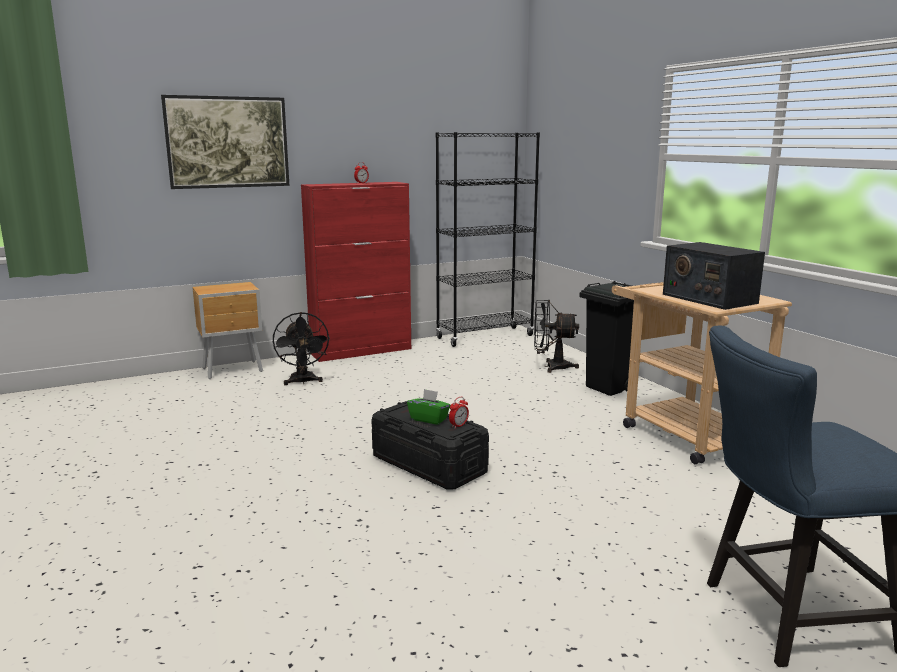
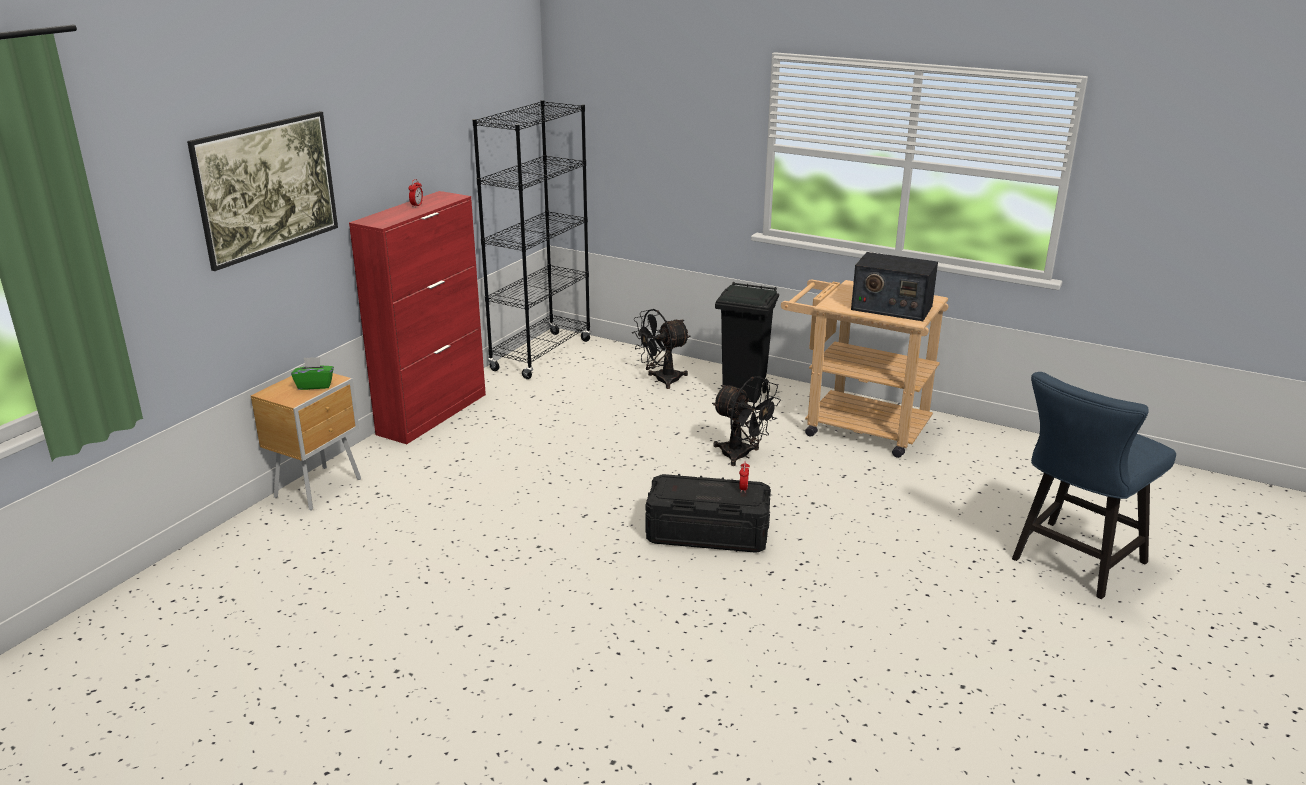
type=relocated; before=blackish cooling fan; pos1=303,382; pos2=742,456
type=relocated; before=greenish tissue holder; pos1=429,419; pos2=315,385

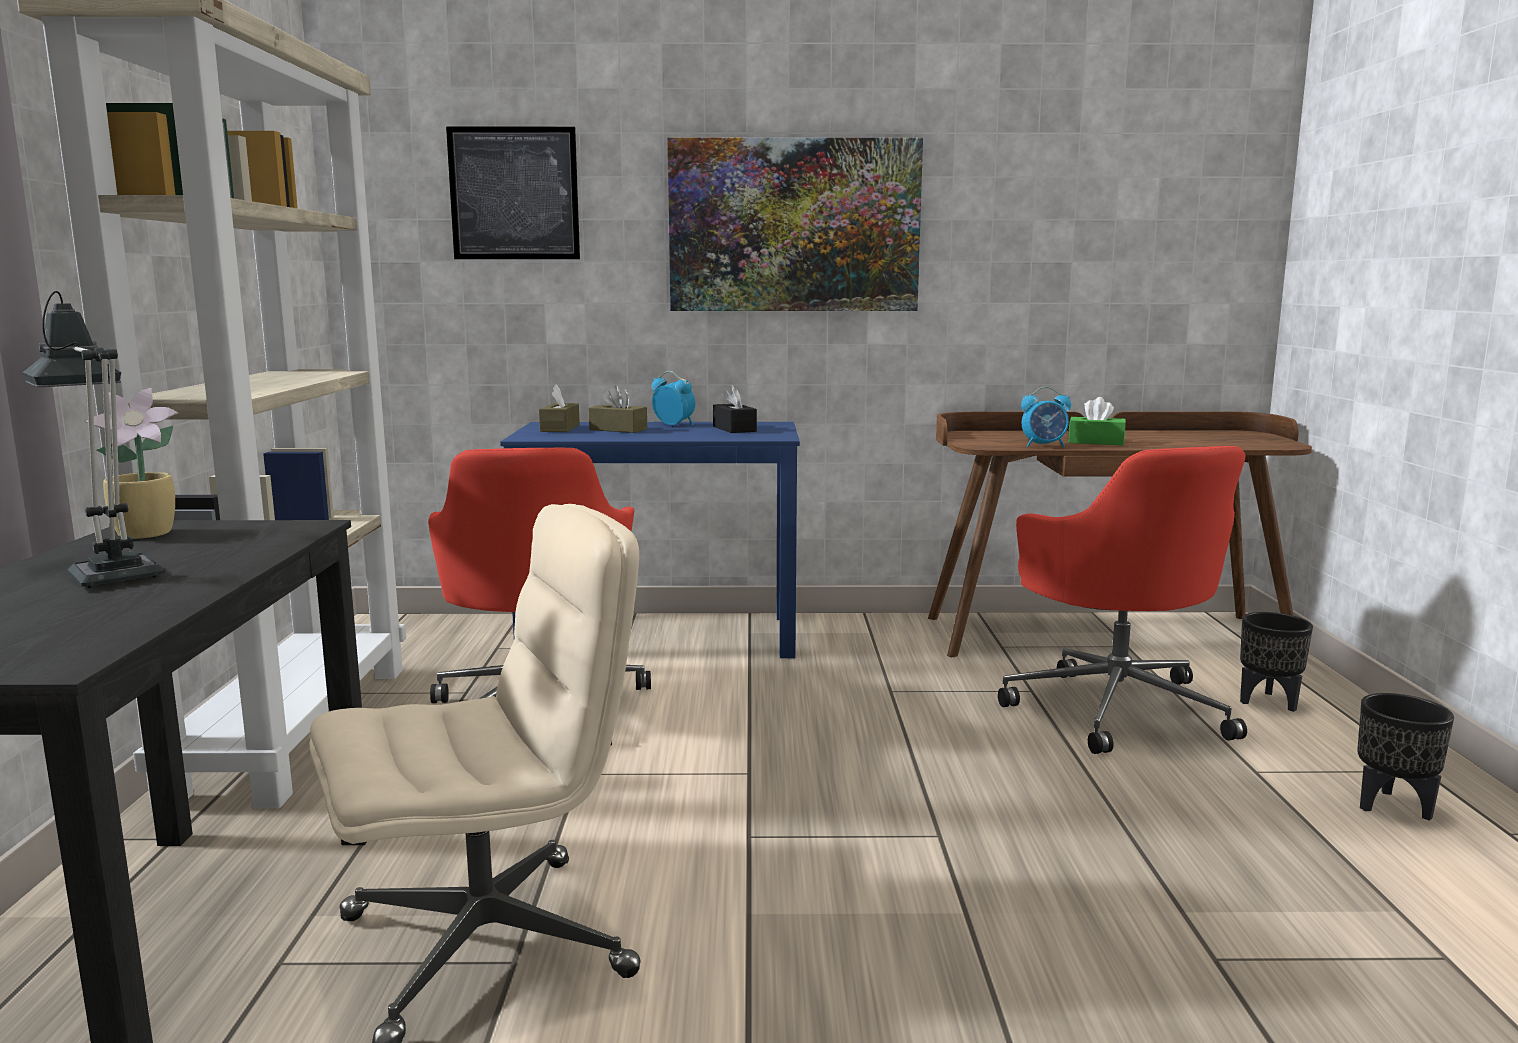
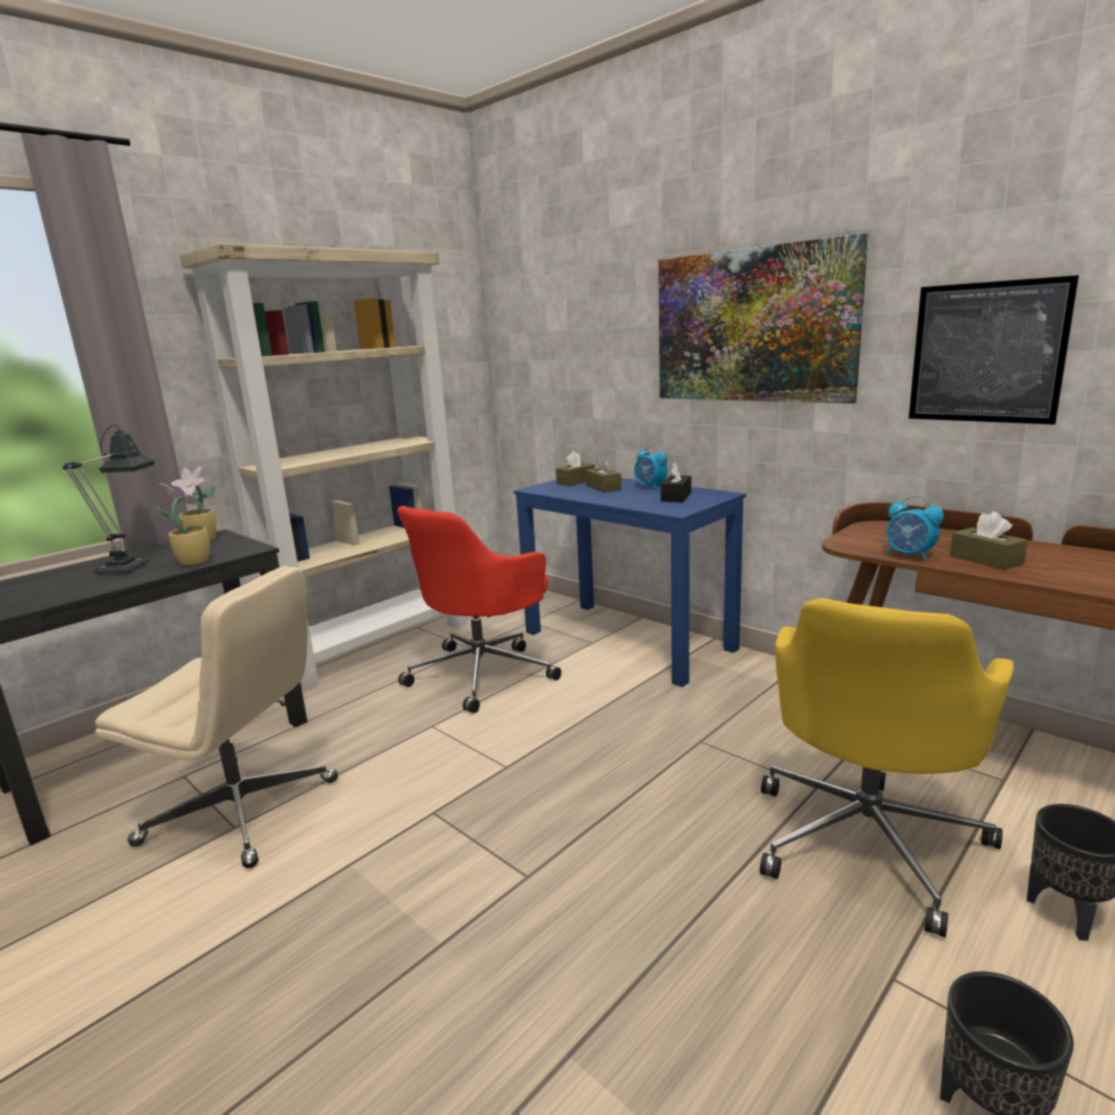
type=relocated; before=wall picture; pos1=514,194; pos2=986,353
type=spun; before=bedside clock; pos1=674,425; pos2=650,487; turn=150
type=colour; before=red-coloured office chair; after=yellowish office chair; pos1=1116,707; pos2=868,839
type=colour; before=greenish tissue holder; after=brown-coloured tissue holder; pos1=1096,442; pos2=986,560
type=appeared; after=houseplant; pos2=194,561

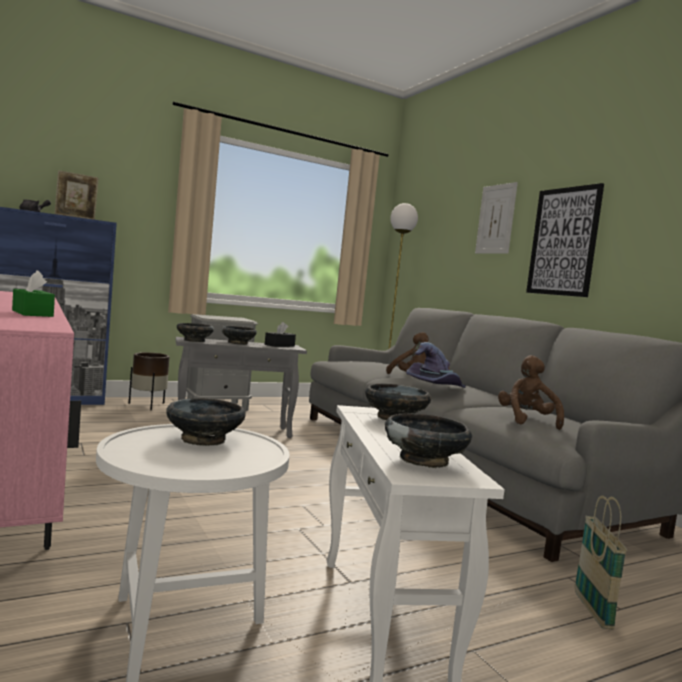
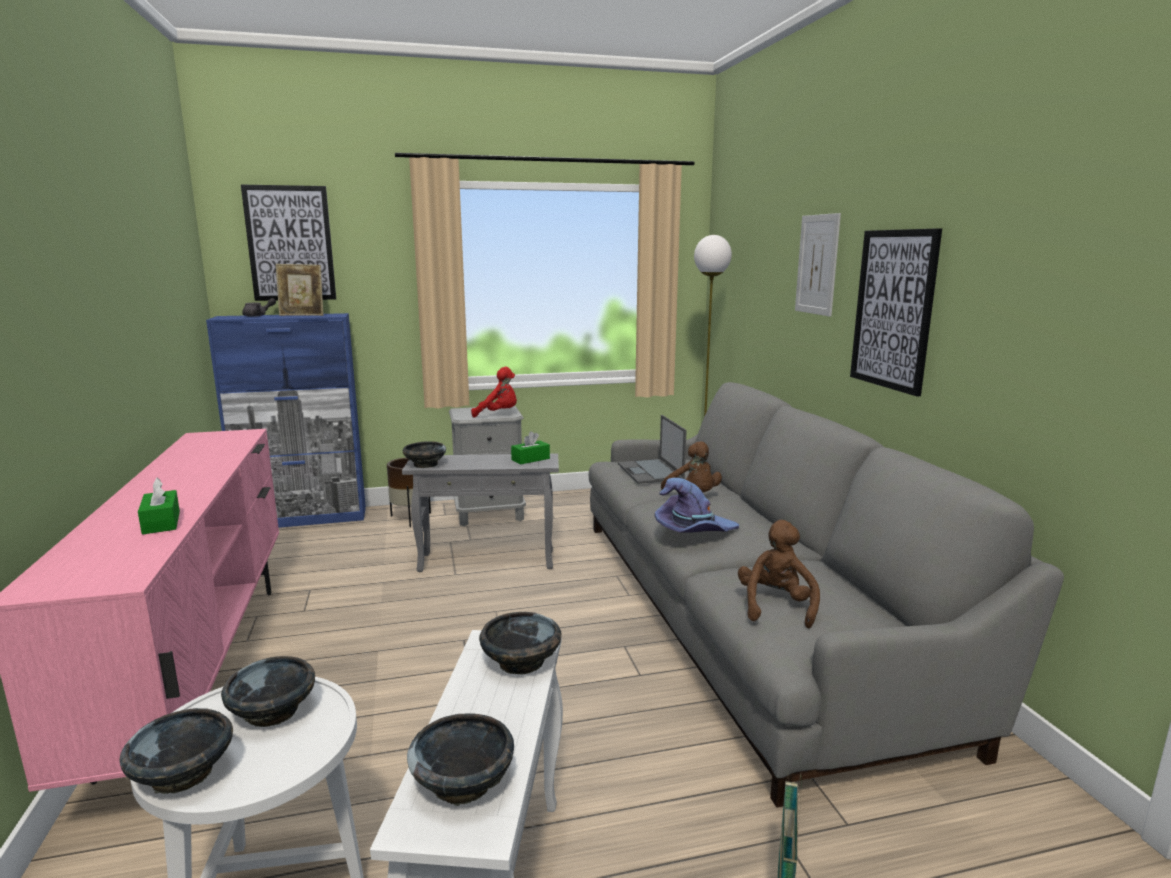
type=relocated; before=blackish deep dish; pos1=238,343; pos2=183,774
type=colour; before=blackish tissue holder; after=greenish tissue holder; pos1=279,345; pos2=530,459
type=appeared; after=wall picture; pos2=290,243
type=appeared; after=red-coloured plush toy; pos2=498,414
type=appeared; after=notebook computer; pos2=651,472

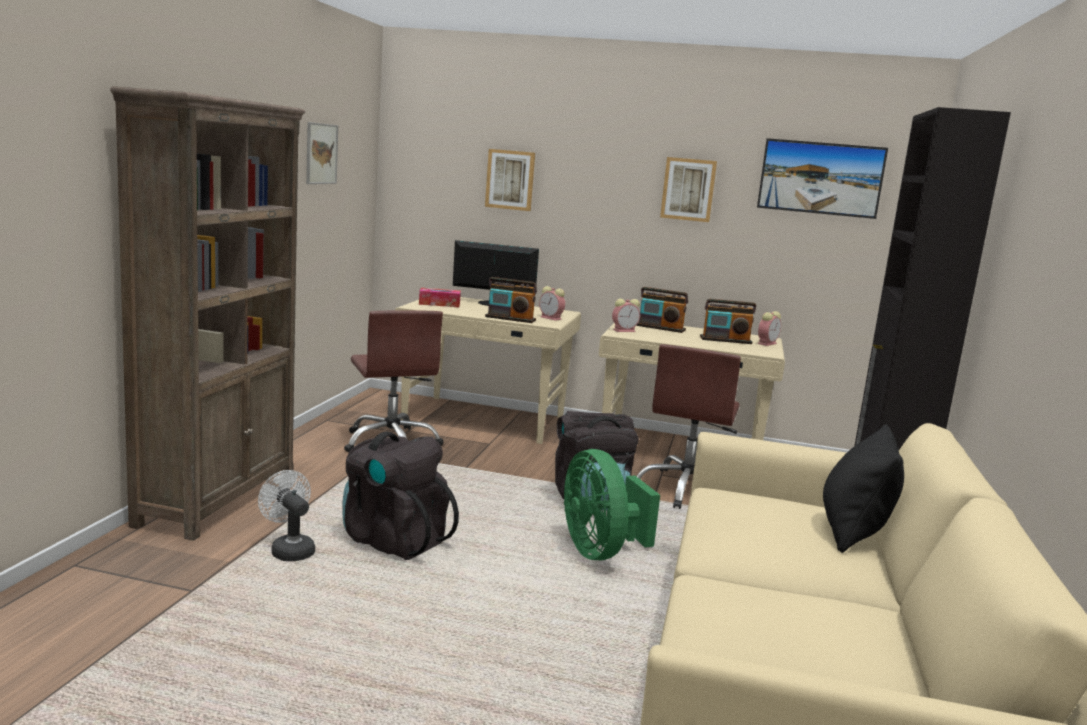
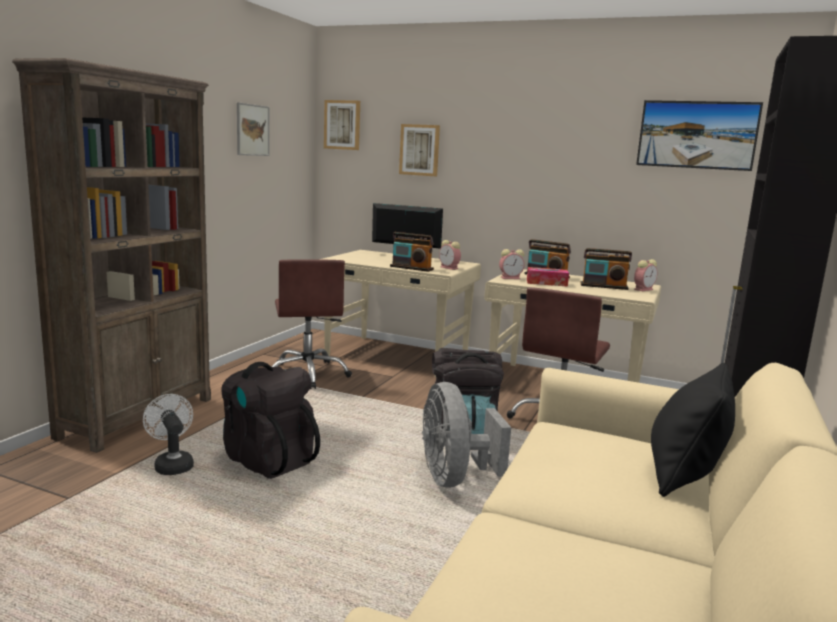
type=relocated; before=tissue holder; pos1=439,304; pos2=546,283
type=colour; before=greenish cooling fan; after=gray cooling fan; pos1=600,551; pos2=454,478
type=relocated; before=wall picture; pos1=688,189; pos2=342,125

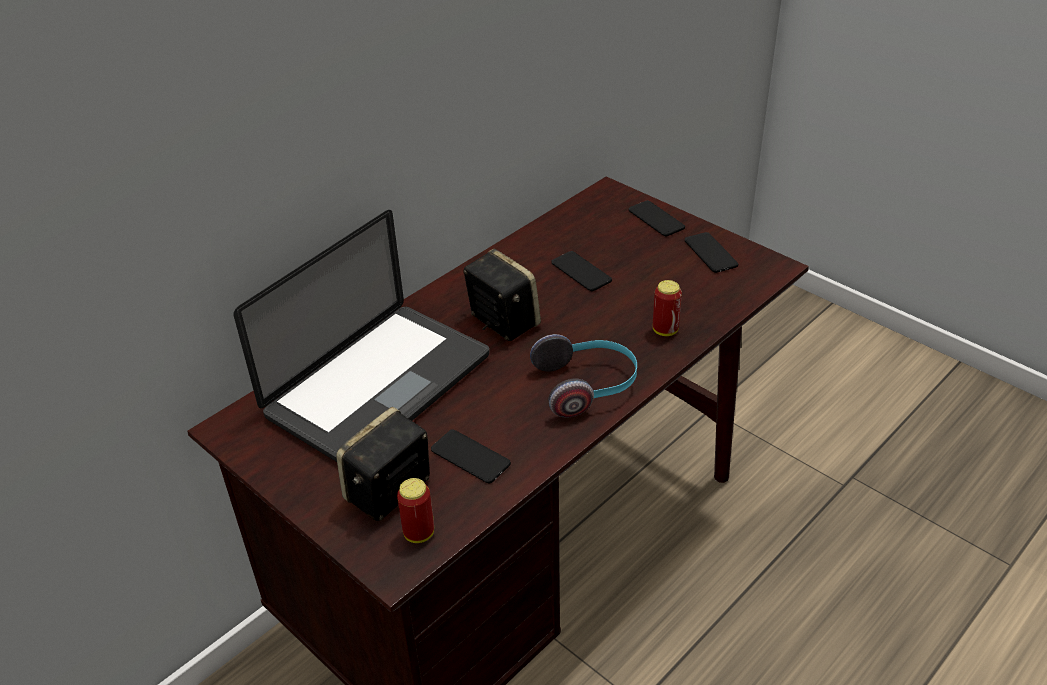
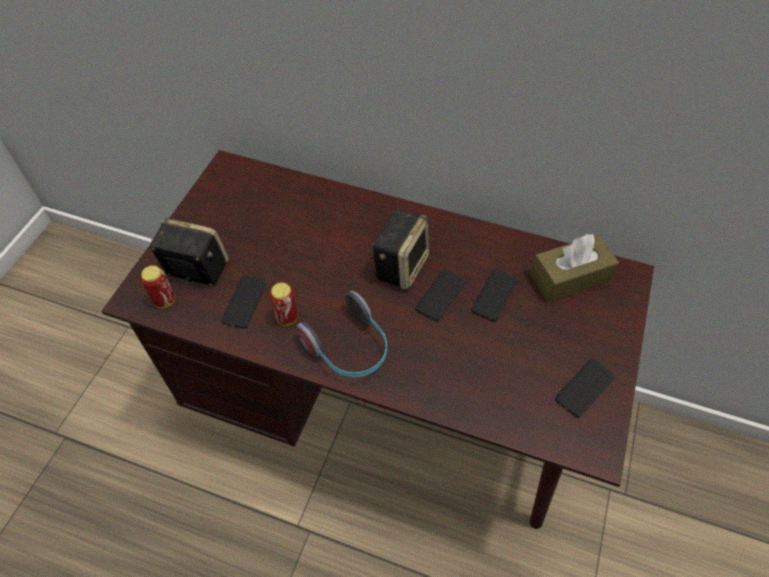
type=missing; before=notebook computer; pos1=379,386
type=relocated; before=telephone; pos1=656,219; pos2=441,295
type=relocated; before=sealed can; pos1=665,330; pos2=287,318
type=appeared; after=brown-coloured tissue holder; pos2=569,277

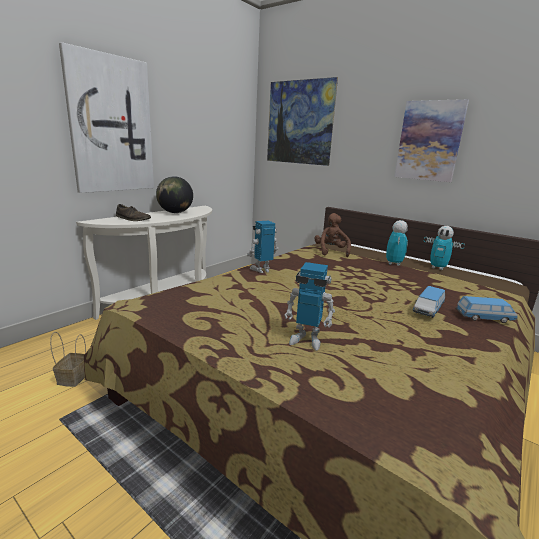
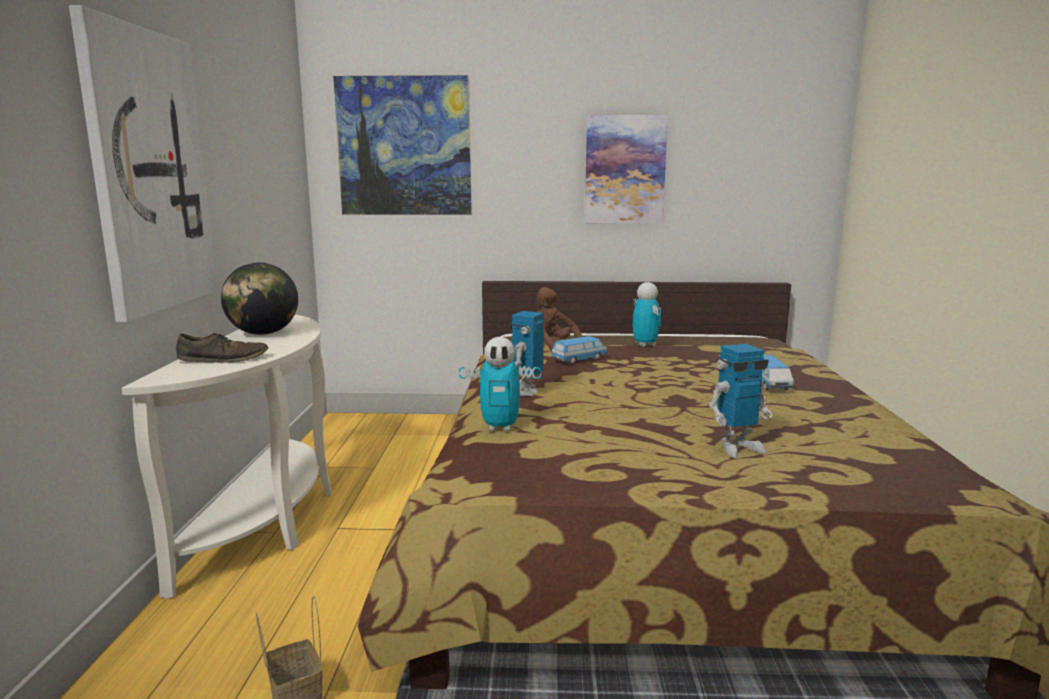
type=relocated; before=toy robot; pos1=437,268; pos2=500,428
type=relocated; before=toy car; pos1=484,318; pos2=579,359

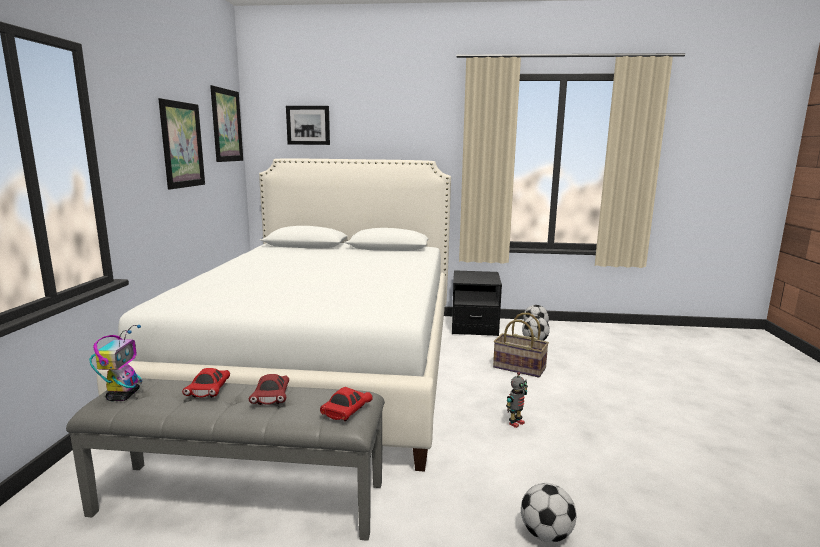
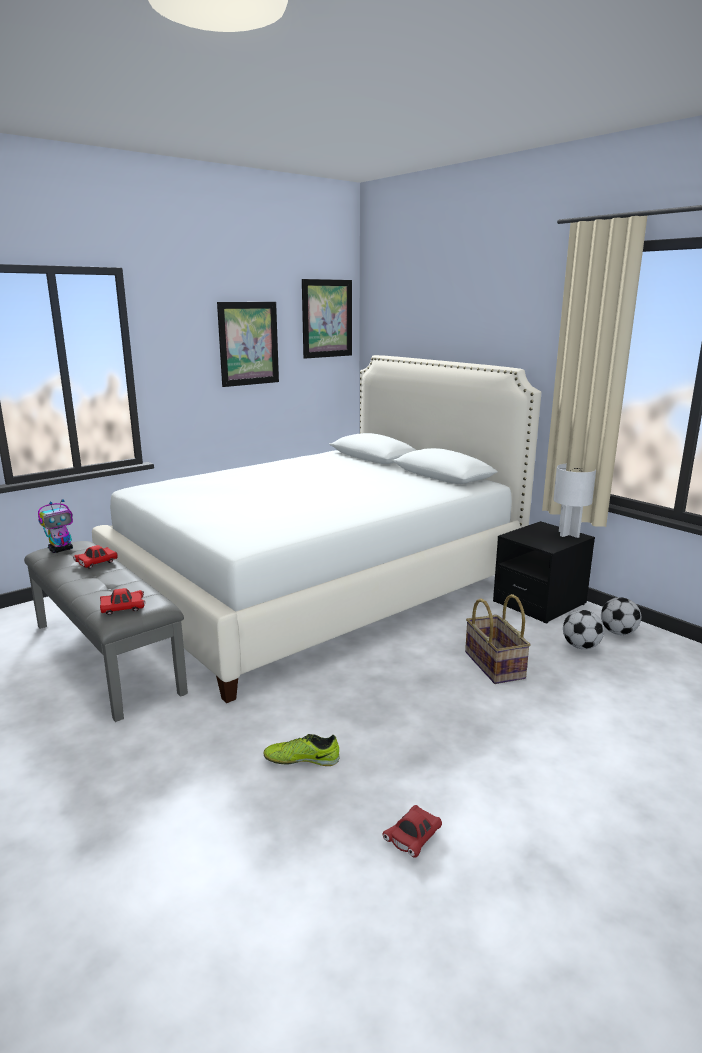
type=relocated; before=red-coloured toy car; pos1=271,397; pos2=413,838
type=missing; before=wall picture; pos1=308,125
type=missing; before=toy robot; pos1=515,423
type=missing; before=football ball; pos1=546,534
type=appeared; after=low shoe; pos2=302,759
type=appeared; after=whitish tabletop lamp; pos2=568,534

